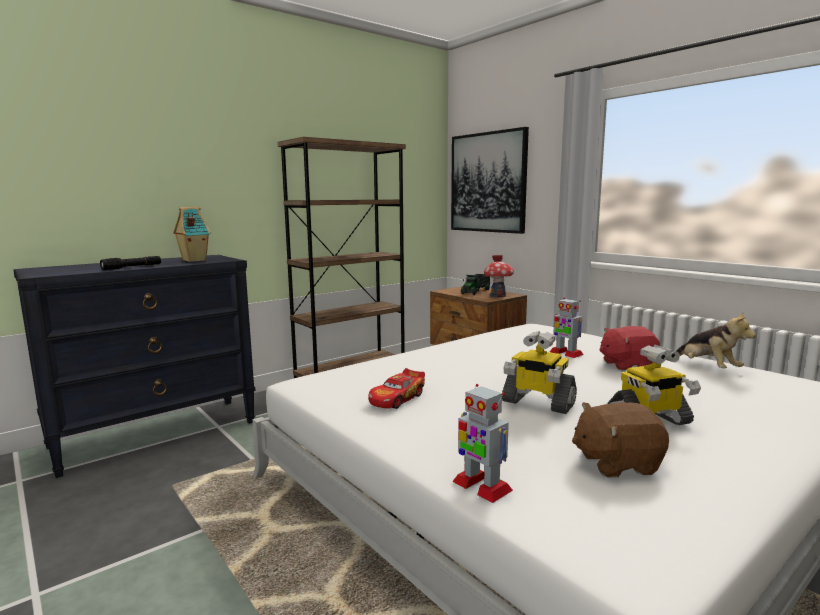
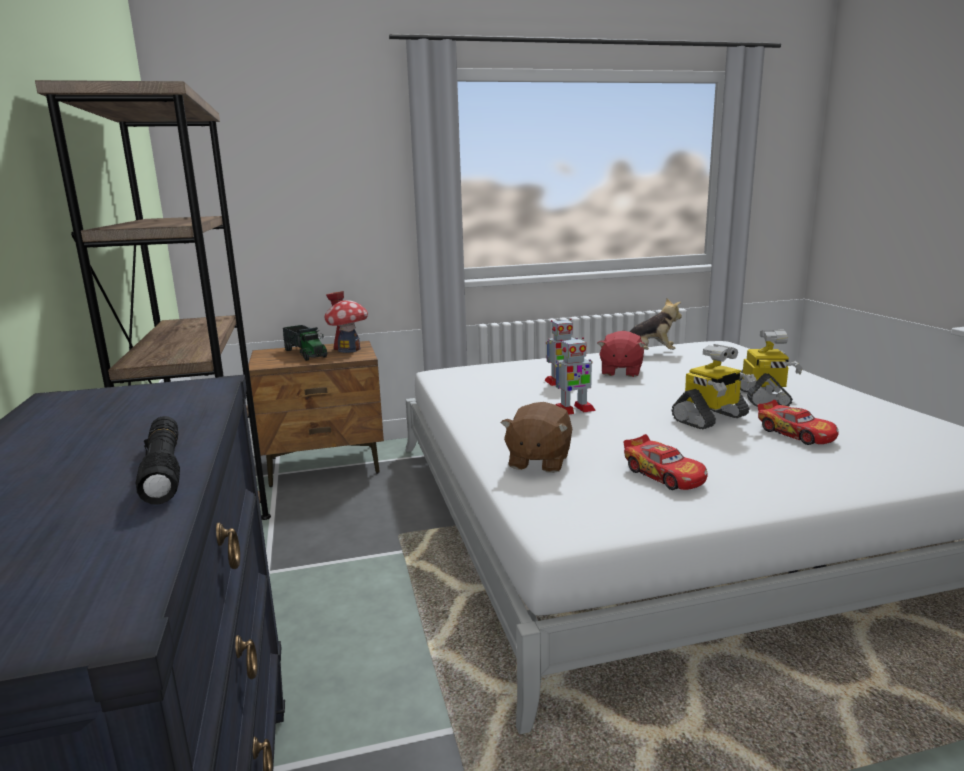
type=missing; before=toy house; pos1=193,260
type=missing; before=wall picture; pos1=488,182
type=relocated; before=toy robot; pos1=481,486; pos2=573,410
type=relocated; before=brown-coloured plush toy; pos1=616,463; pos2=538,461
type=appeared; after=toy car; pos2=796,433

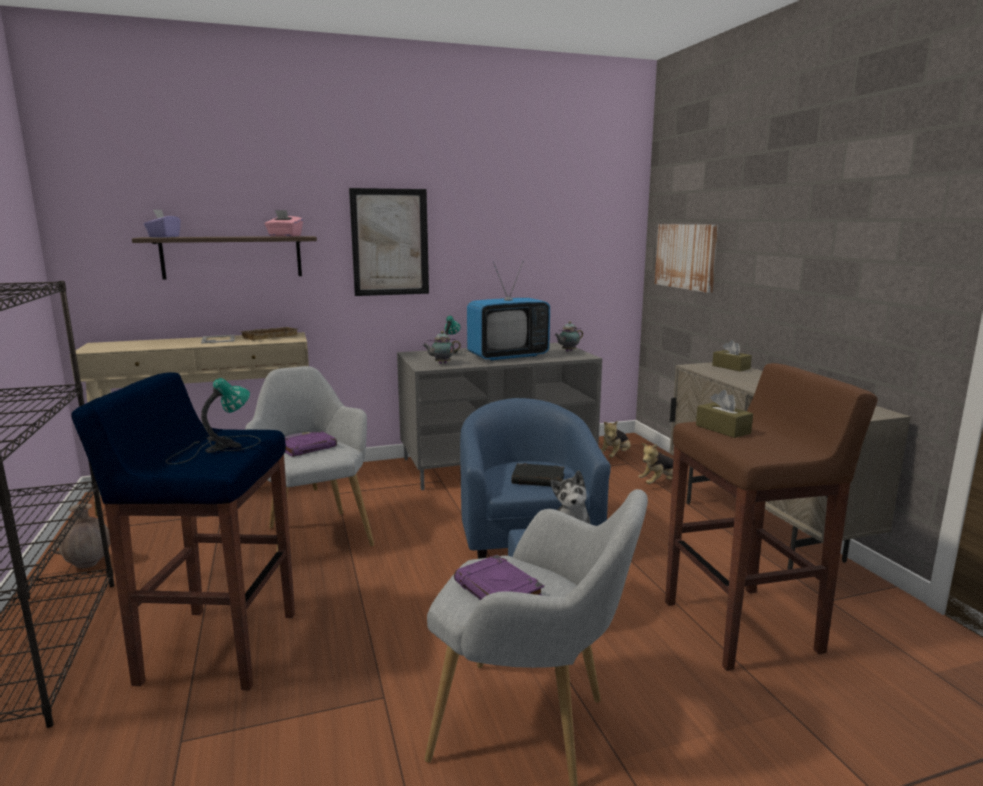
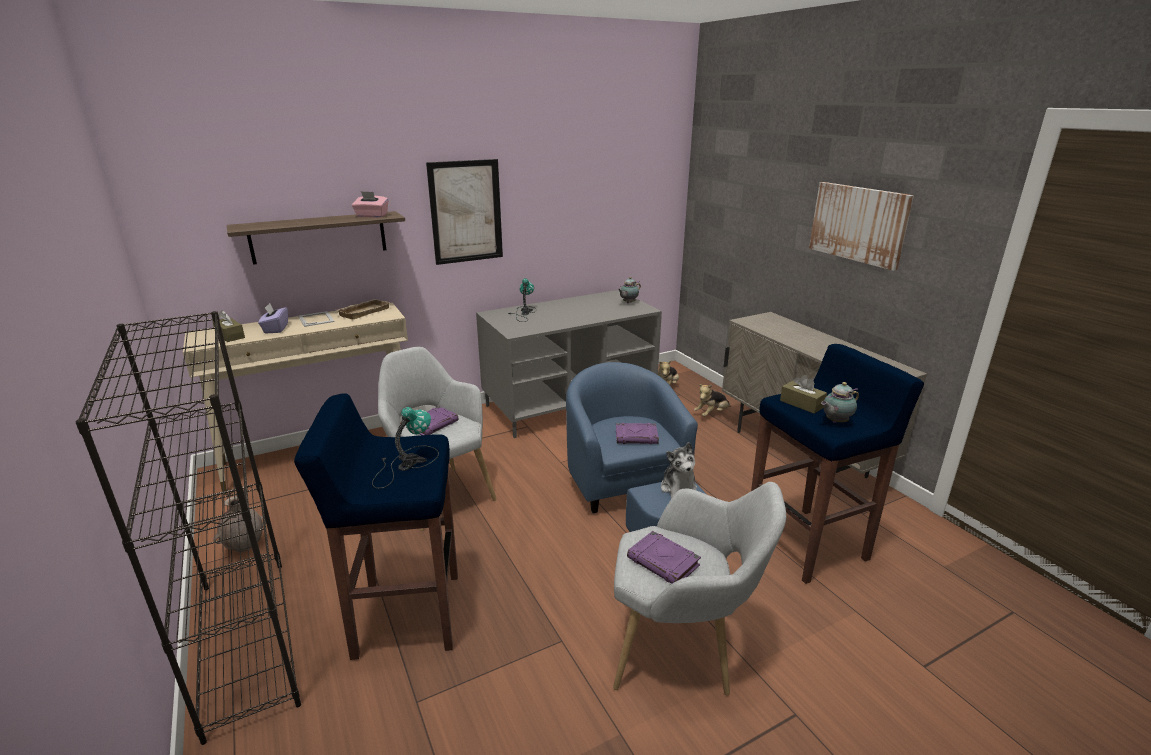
type=relocated; before=purple-coloured tissue holder; pos1=164,237; pos2=275,329
type=relocated; before=teapot; pos1=441,363; pos2=835,421
type=missing; before=TV set; pos1=508,356
type=colour; before=blackish volume; after=purple-coloured volume; pos1=539,479; pos2=637,437
type=relocated; before=wall picture; pos1=686,256; pos2=858,224
type=colour; before=brown-coloured stool; after=blue stool; pos1=743,627; pos2=808,544
type=relocated; before=brown-coloured tissue holder; pos1=731,367; pos2=230,336

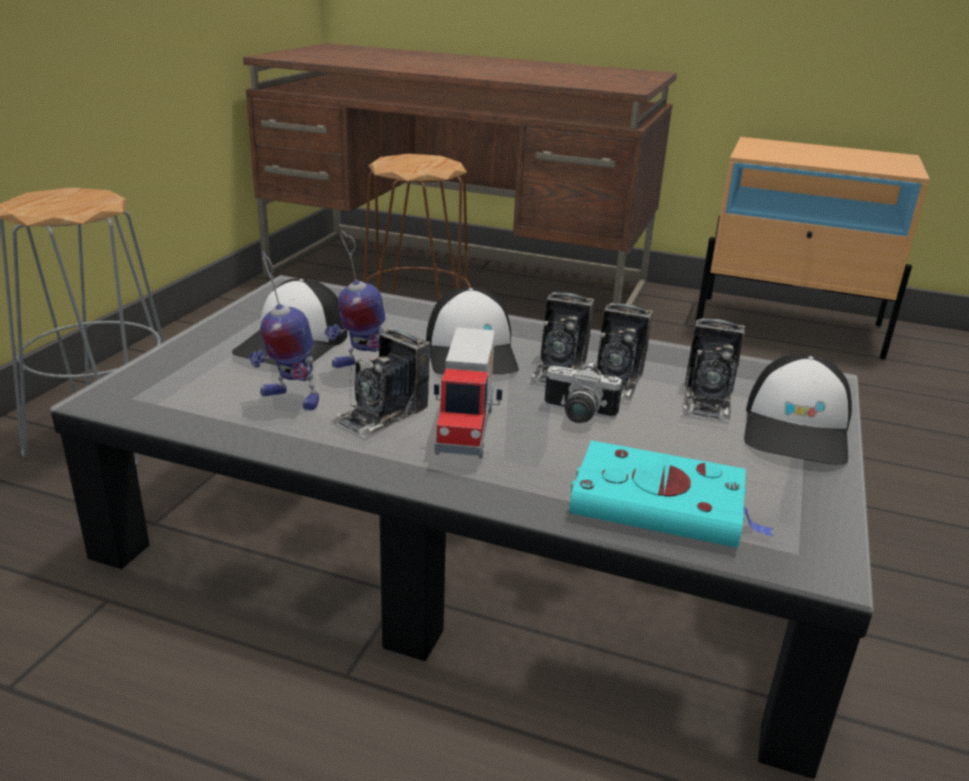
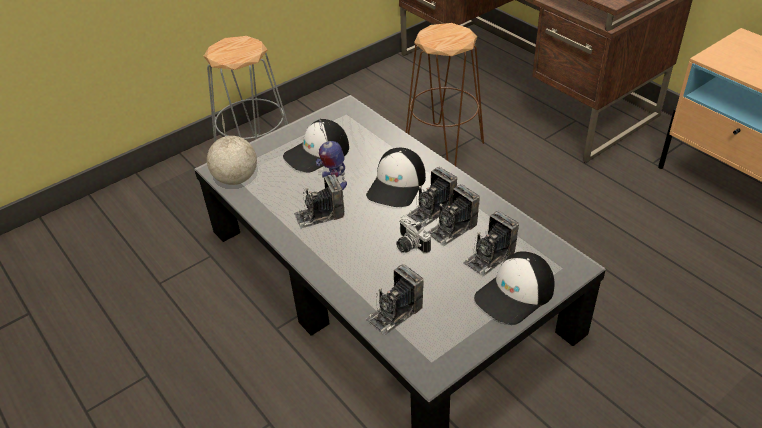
type=missing; before=toy robot; pos1=289,398
type=missing; before=toy truck; pos1=469,430
type=exchanged; before=blue-green volume; after=photo camera; pos1=663,504; pos2=395,313
type=appeared; after=world globe; pos2=235,179

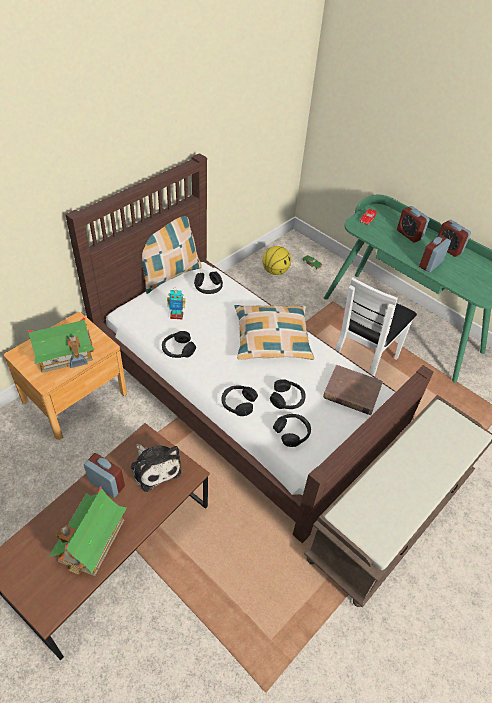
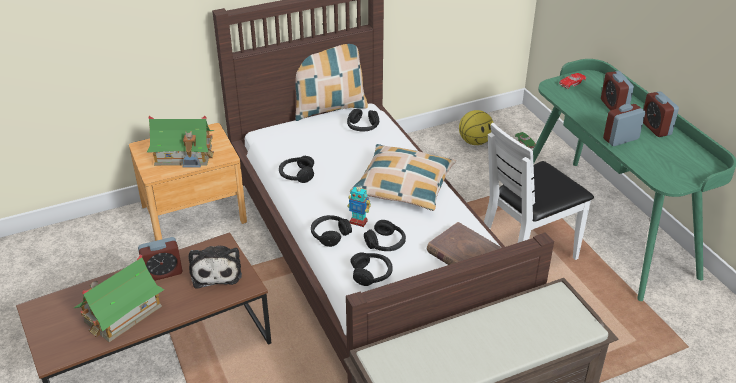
type=spun; before=bedside clock; pos1=106,484; pos2=163,273; turn=105
type=relocated; before=toy robot; pos1=176,316; pos2=358,222

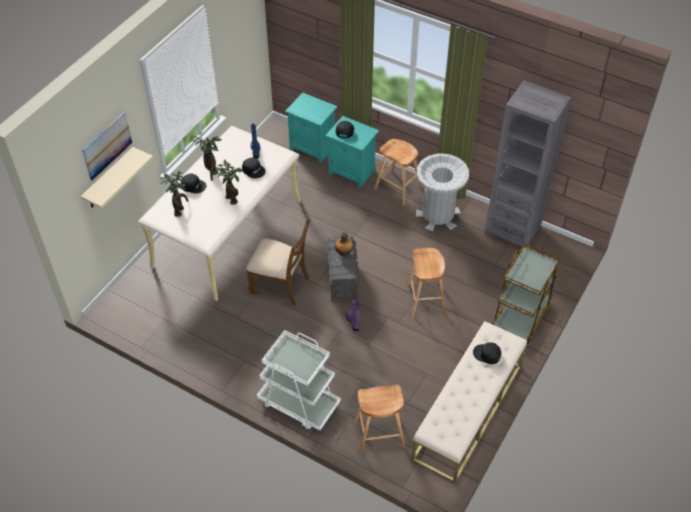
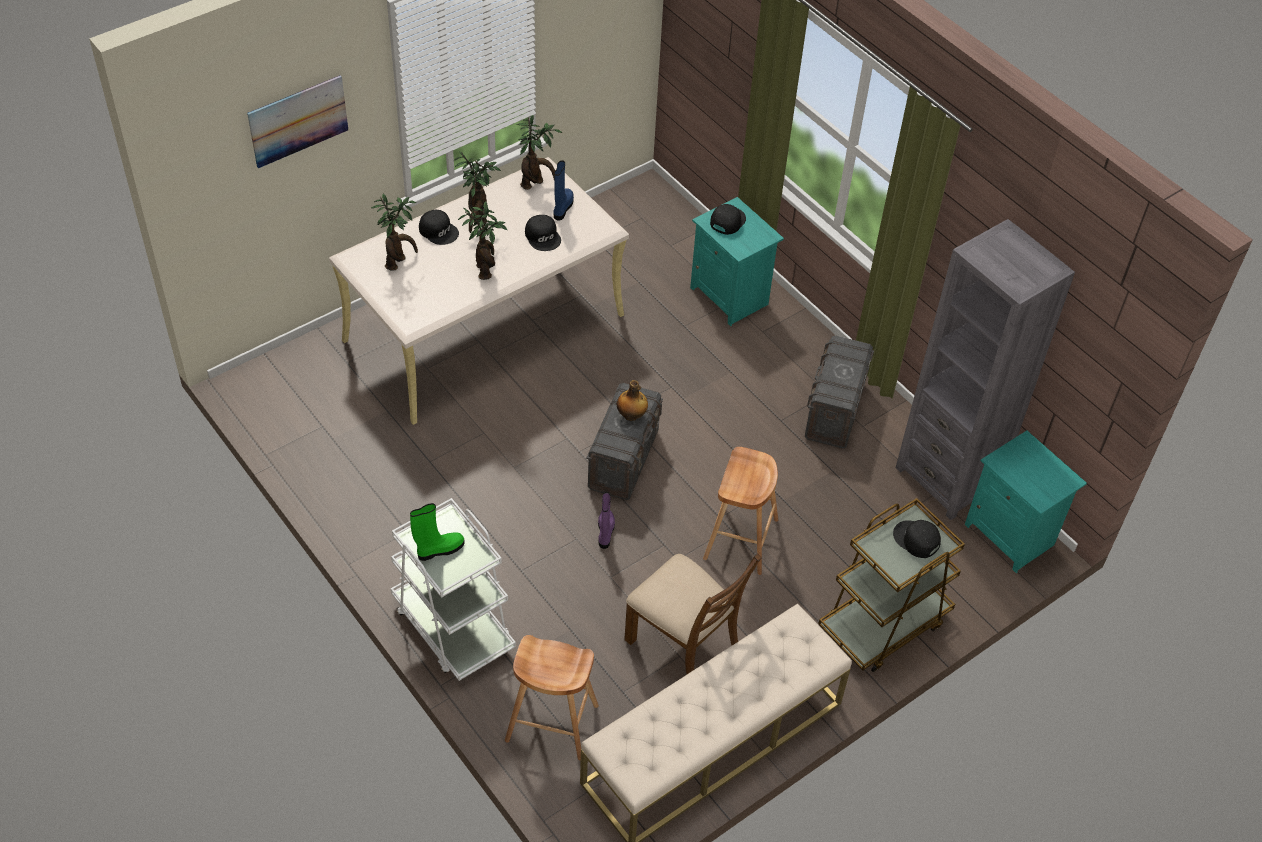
type=missing; before=beige-coloured bracket shelf; pos1=109,179
type=relocated; before=brown-coloured upright chair; pos1=280,285; pos2=684,644
type=relocated; before=blue-green nightstand; pos1=313,148; pos2=1010,534
type=missing; before=brown-coloured stool; pos1=397,188
type=exchanged; before=gray trash can; after=gray storage container; pos1=438,215; pos2=834,411
type=relocated; before=blackish peaked cap; pos1=487,354; pos2=916,540
type=appeared; after=greenish boot; pos2=439,550
type=appeared; after=houseplant; pos2=535,183

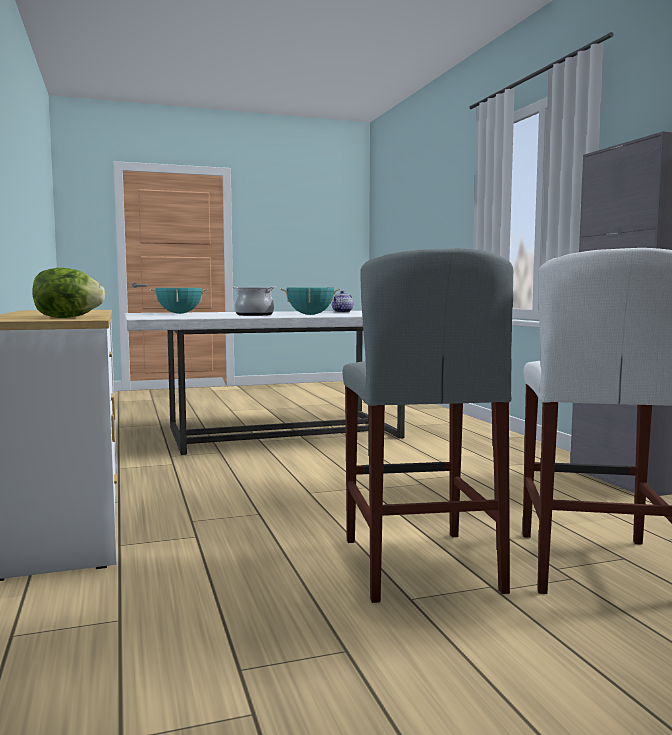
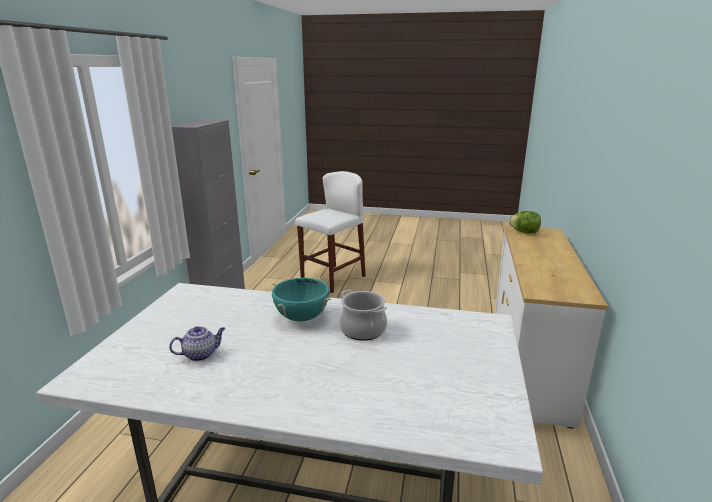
type=missing; before=blue-green saucepot; pos1=179,313
type=missing; before=gray stool; pos1=419,564

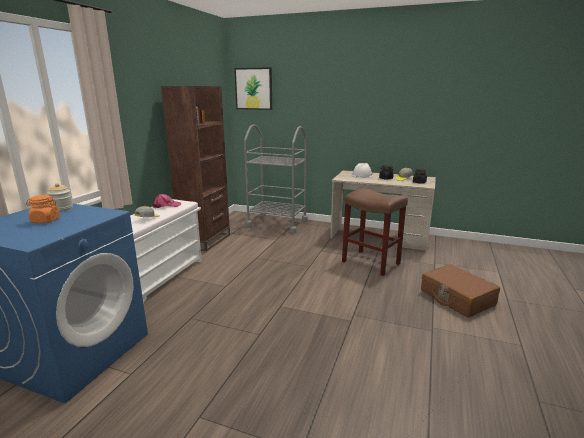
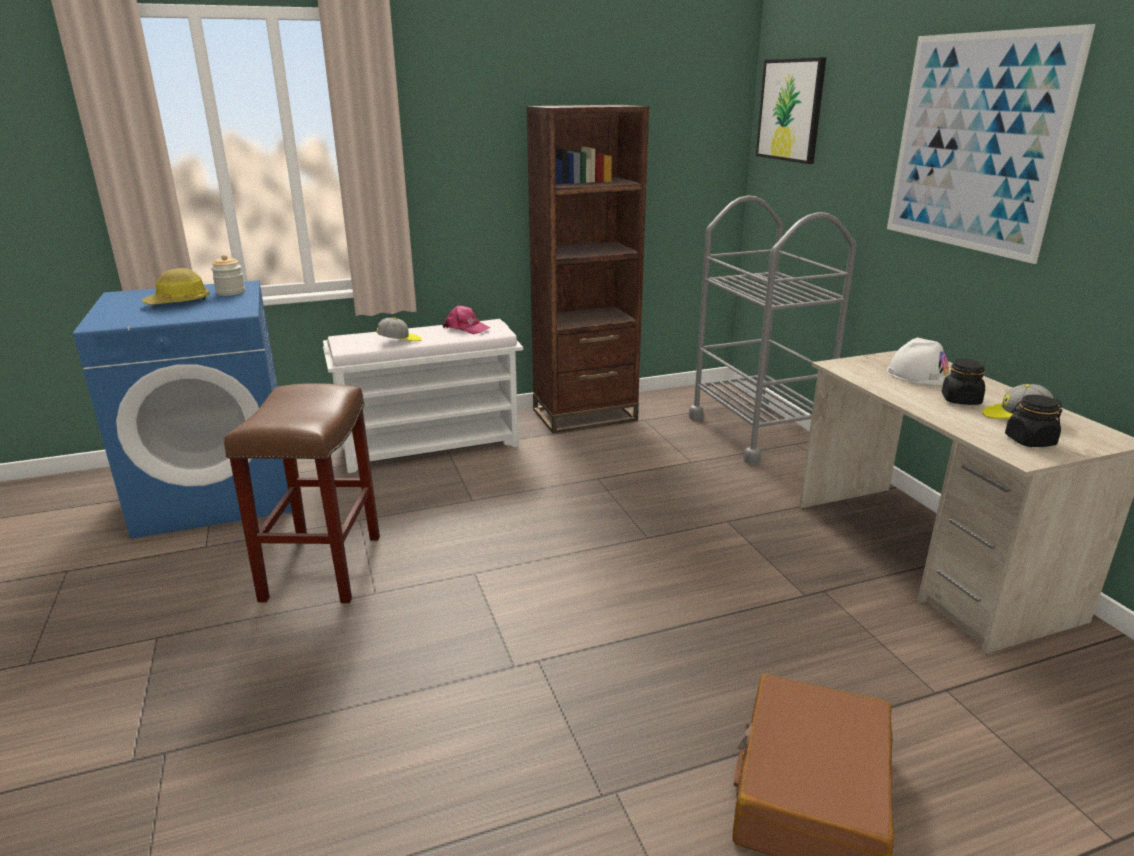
type=exchanged; before=orange-coloured jar; after=work helmet; pos1=45,221; pos2=179,303
type=relocated; before=brown-coloured stool; pos1=370,262; pos2=322,566
type=appeared; after=wall picture; pos2=975,143

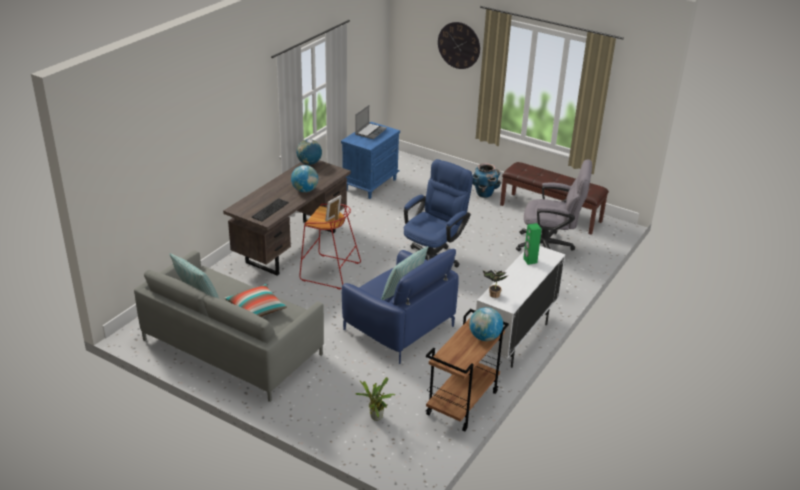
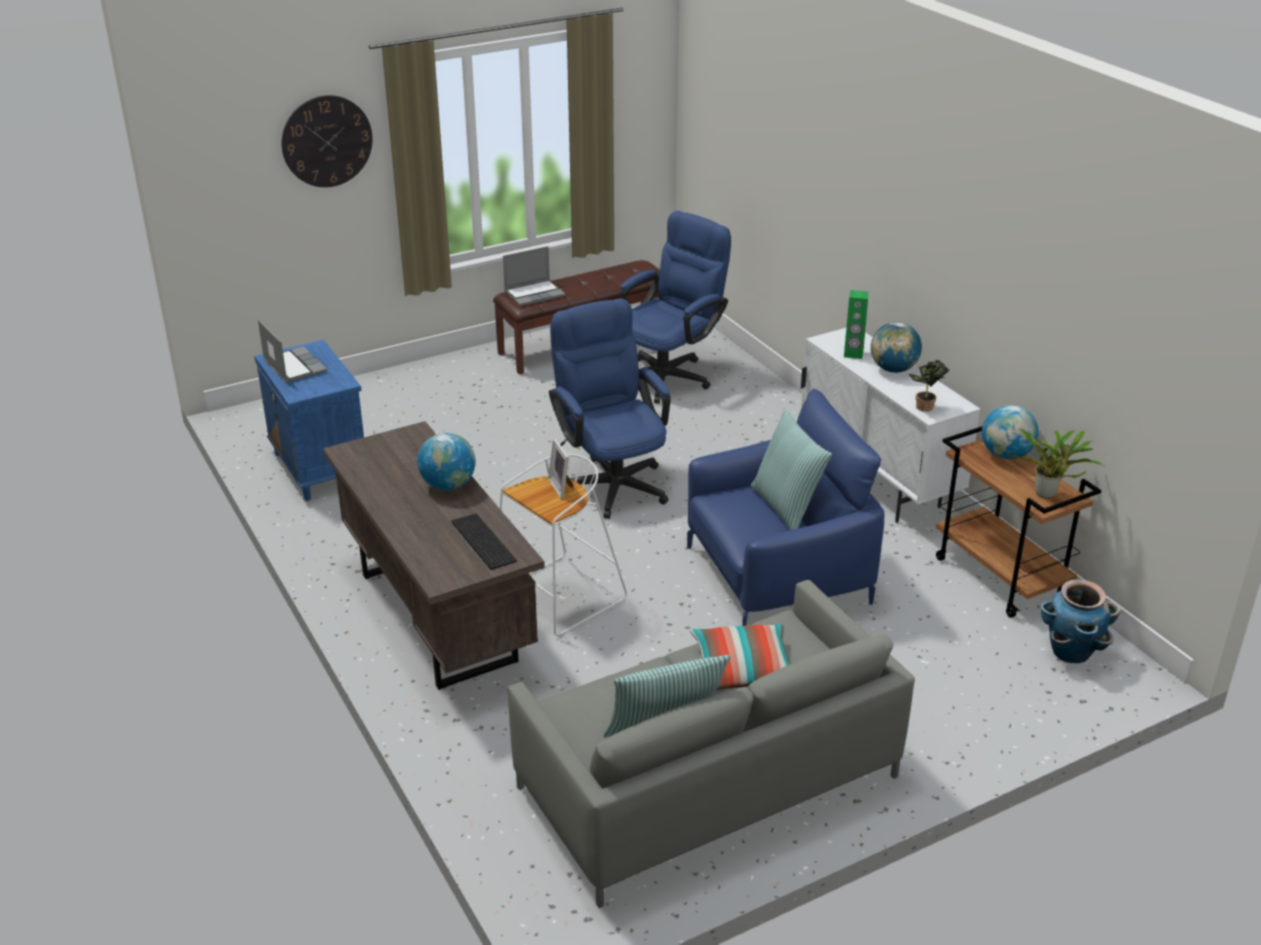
type=relocated; before=world globe; pos1=309,163; pos2=893,369
type=colour; before=red-coloured stool; after=whitish stool; pos1=329,272; pos2=559,597
type=relocated; before=houseplant; pos1=375,418; pos2=1048,495
type=relocated; before=planter; pos1=484,194; pos2=1070,653
type=colour; before=gray office chair; after=blue office chair; pos1=550,246; pos2=670,375
type=appeared; after=notebook computer; pos2=534,294

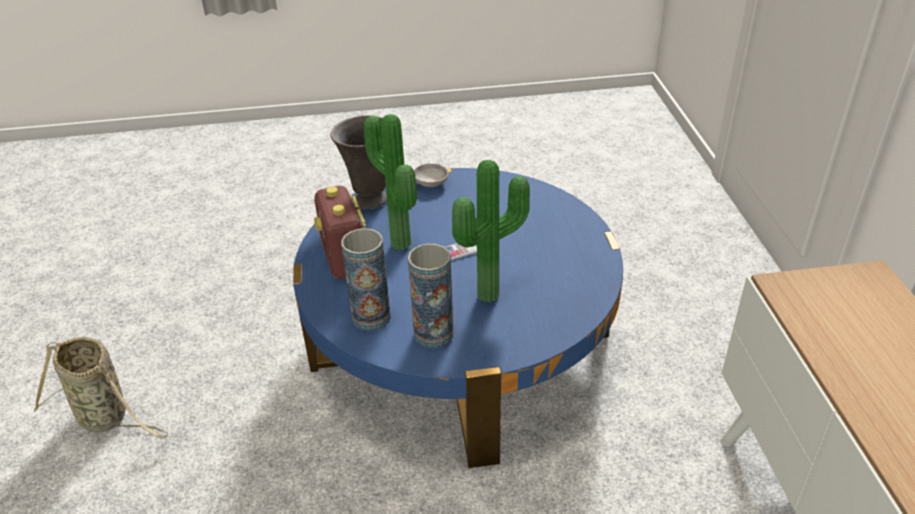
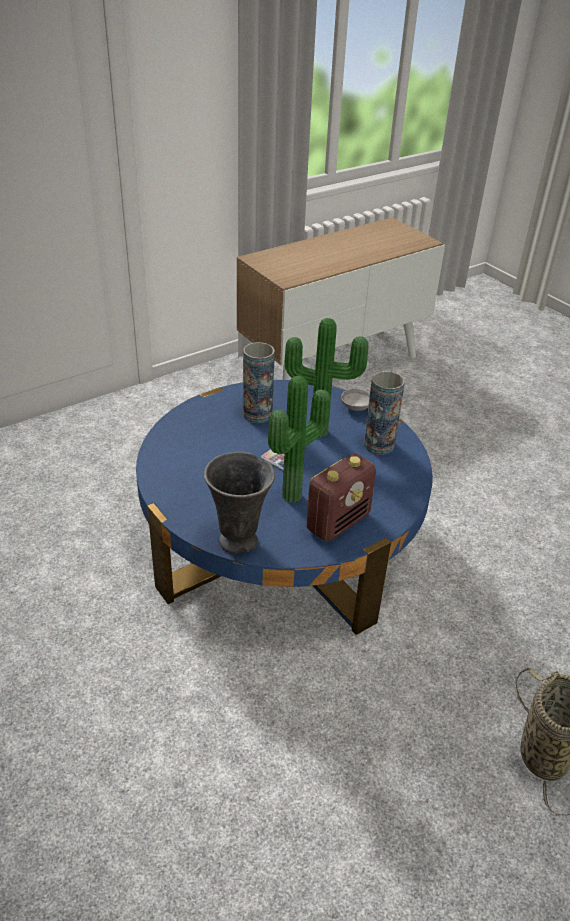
type=relocated; before=vase; pos1=371,317; pos2=257,414
type=relocated; before=gray deep dish; pos1=431,183; pos2=356,407

